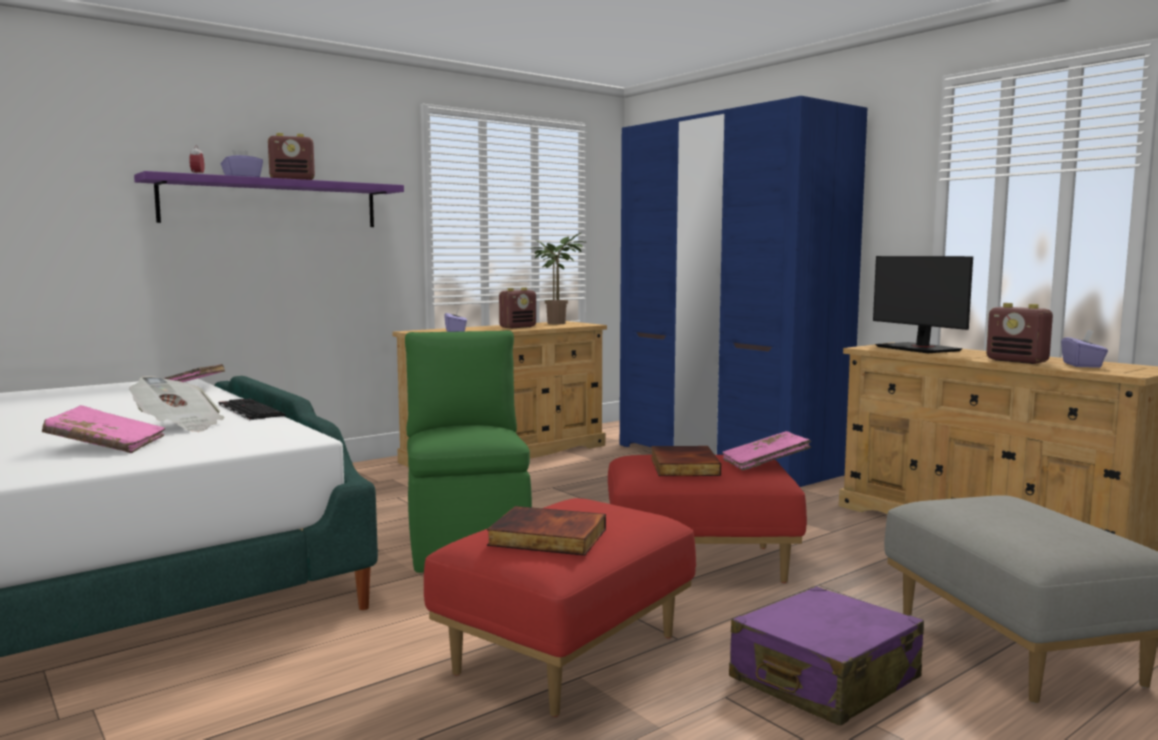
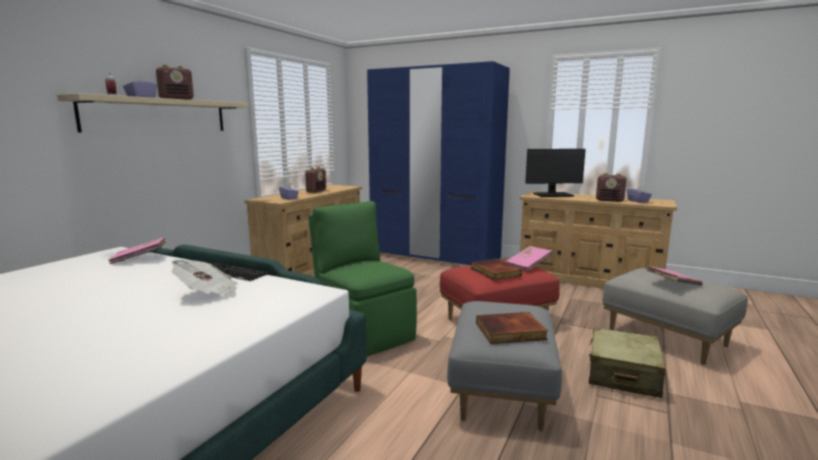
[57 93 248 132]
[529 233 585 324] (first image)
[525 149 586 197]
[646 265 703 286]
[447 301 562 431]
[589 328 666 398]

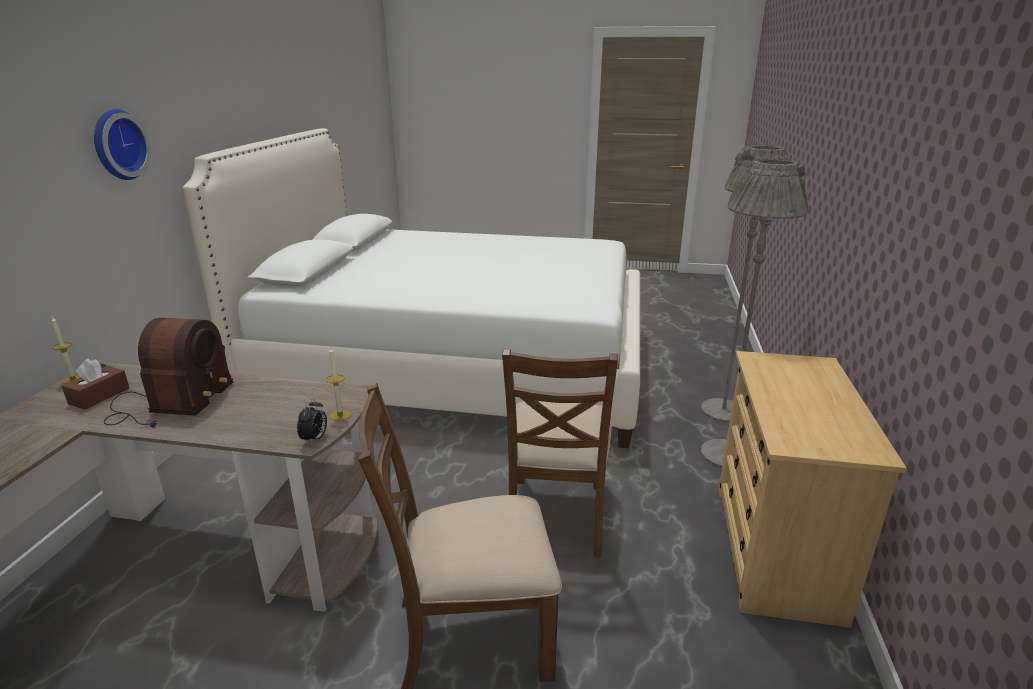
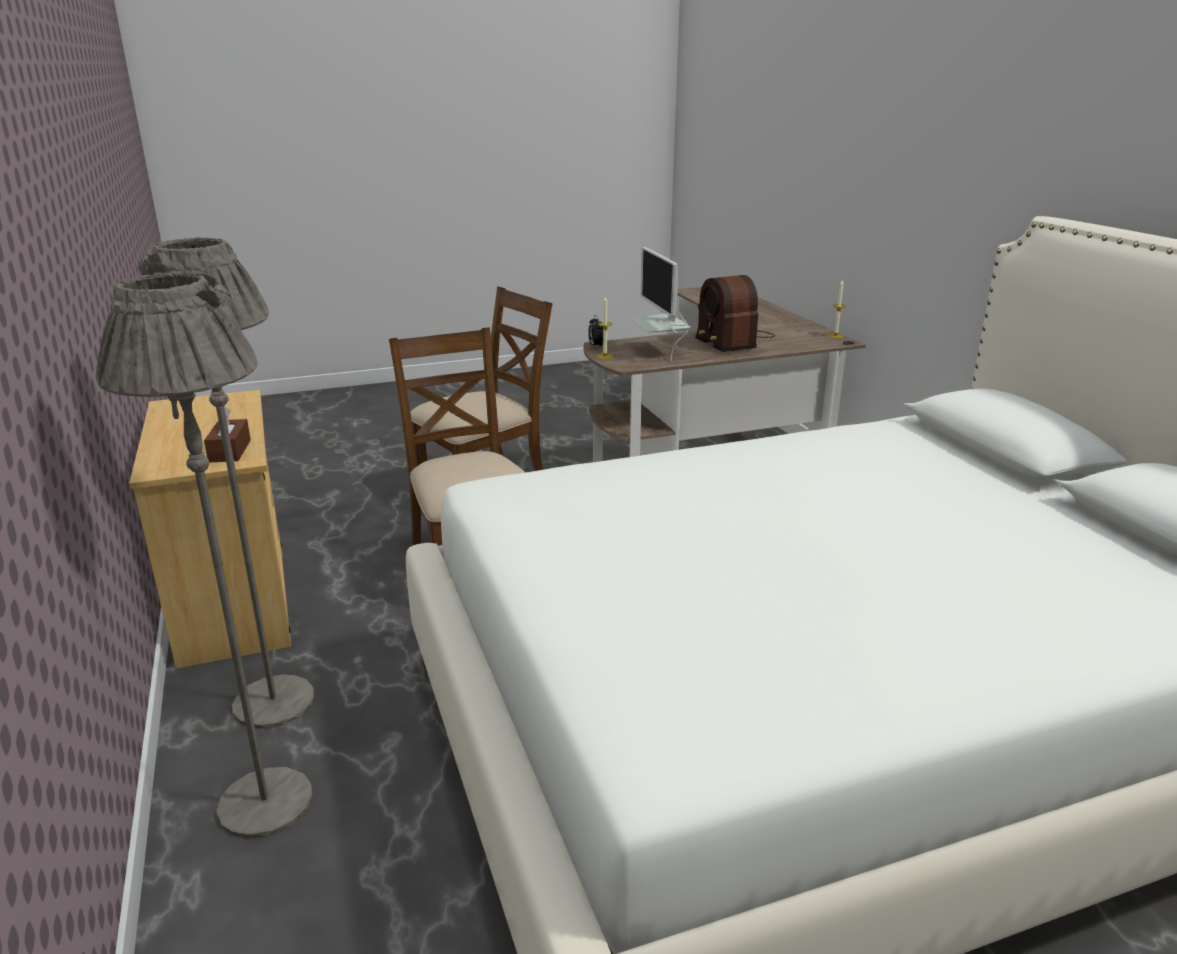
[94 109 151 180] (first image)
[204 407 251 462]
[630 247 690 361]

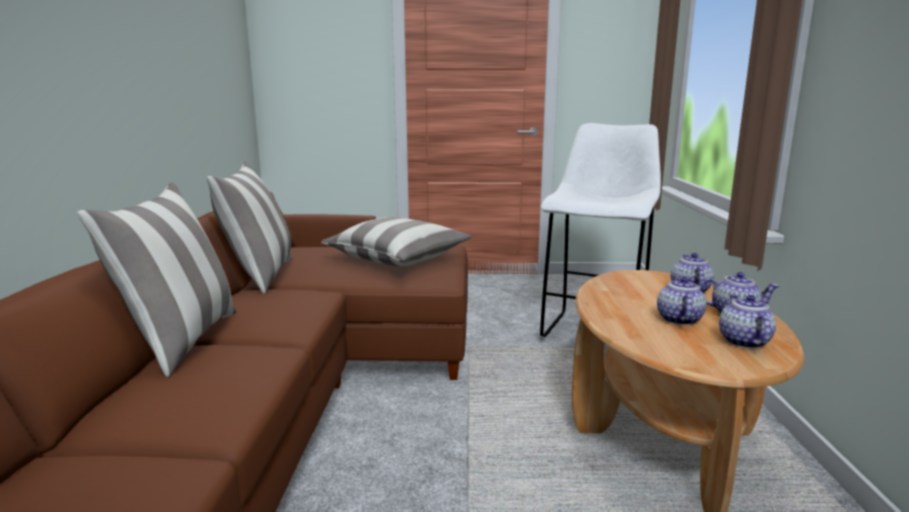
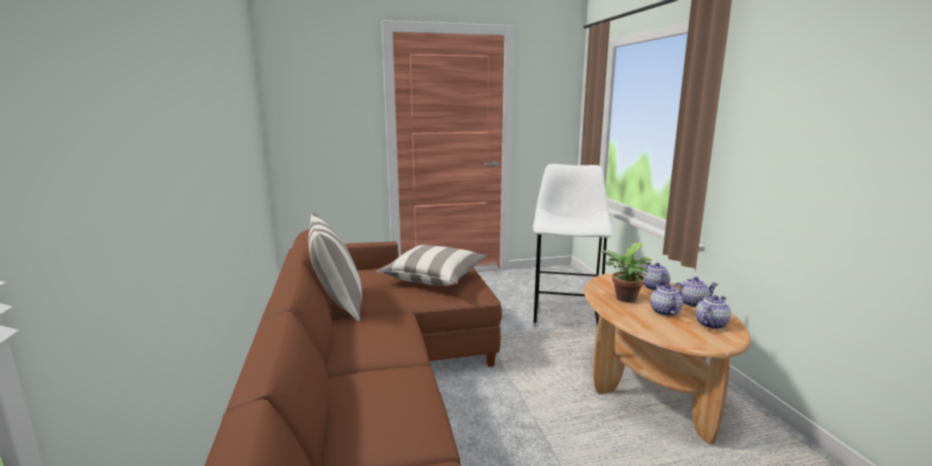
[77 182 237 377] (first image)
[695 295 731 329]
[600 243 652 302]

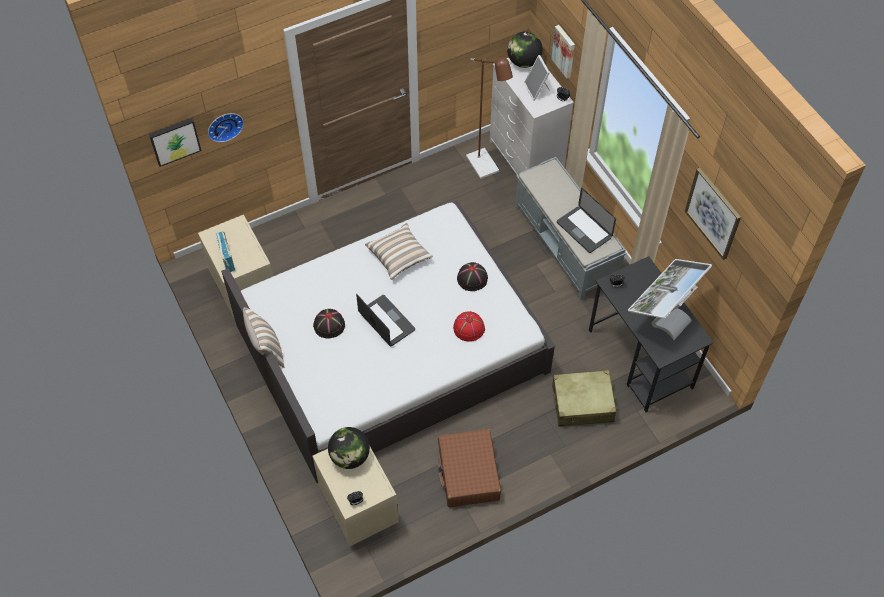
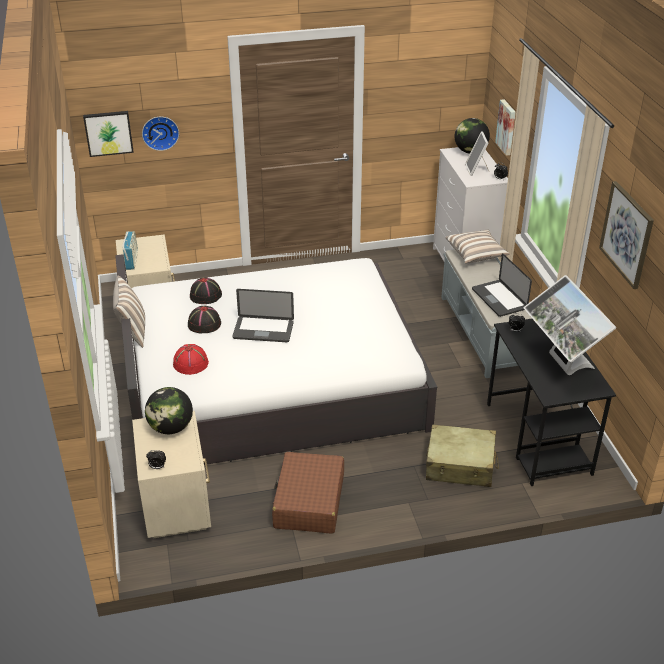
[466 55 513 179] (first image)
[445 229 510 264]
[524 275 616 375]
[190 278 222 304]
[232 289 294 342]
[173 344 209 375]

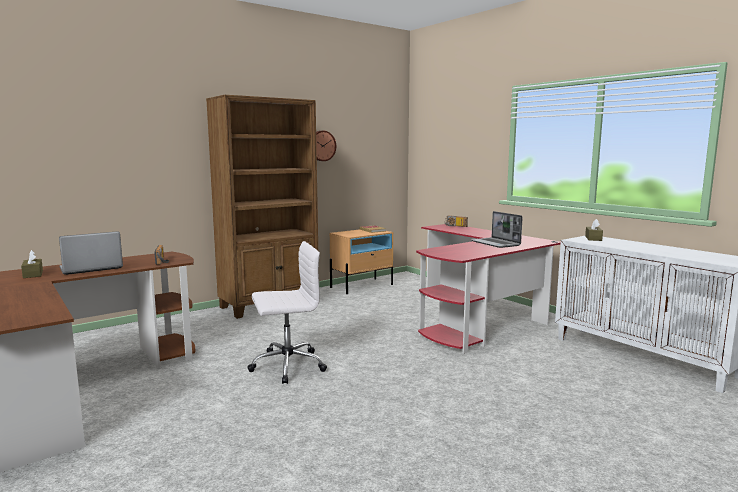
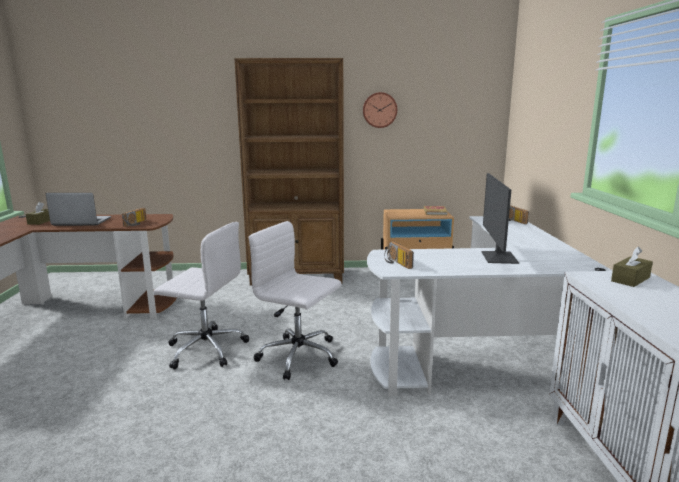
[481 173 519 264]
[367 216 613 396]
[249 221 342 380]
[384 241 414 269]

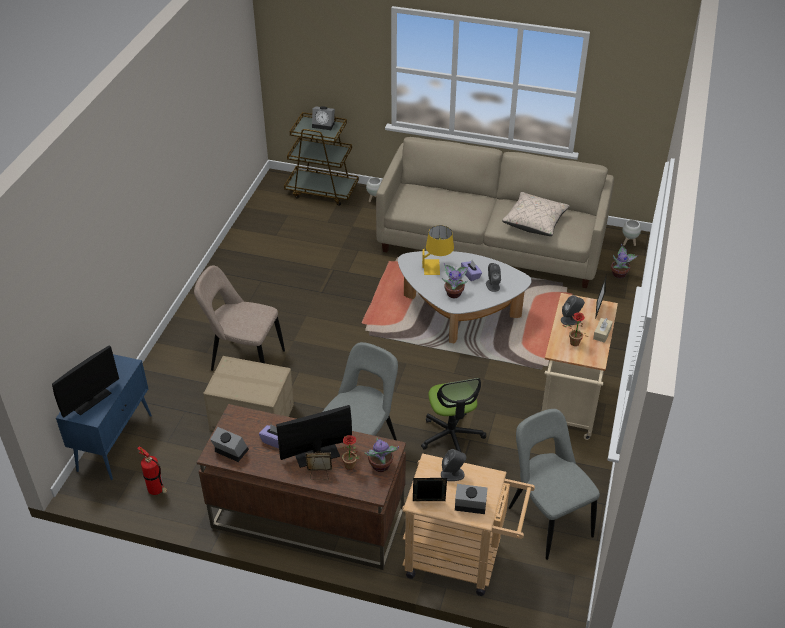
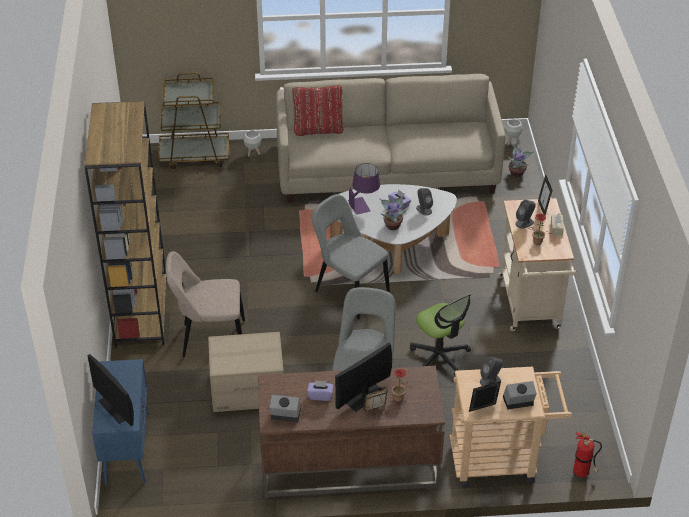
[312 106 335 130] (first image)
[502 192 570 236] (first image)
[348 163 380 215]
[87 354 134 426]
[311 194 390 320]
[365 438 399 472] (first image)
[573 432 602 477]
[292 85 343 136]
[84 101 167 347]

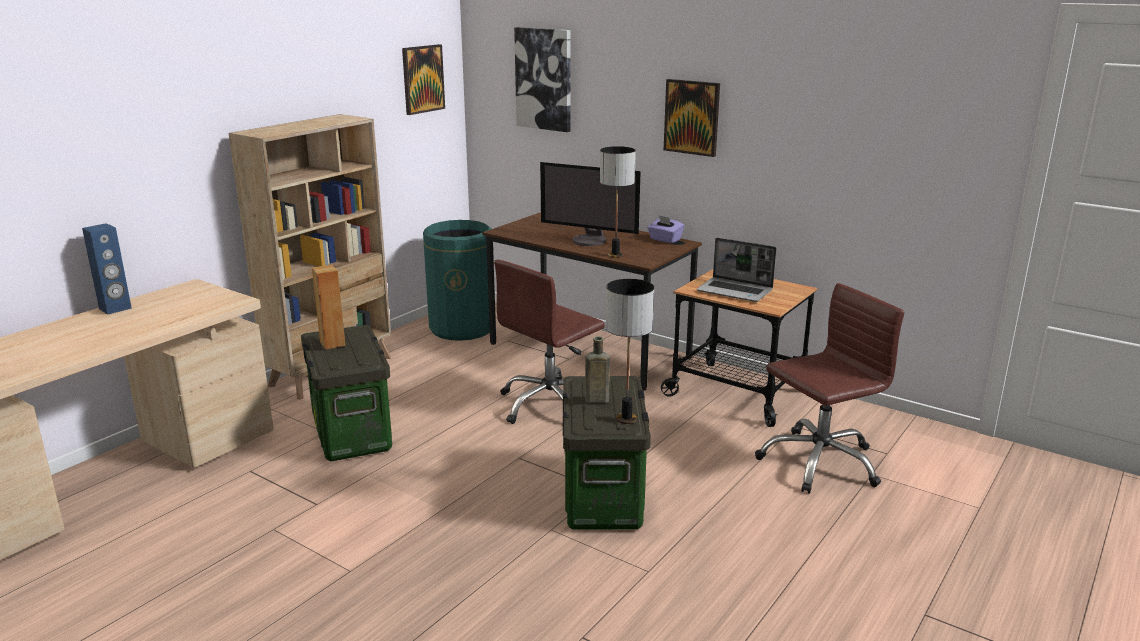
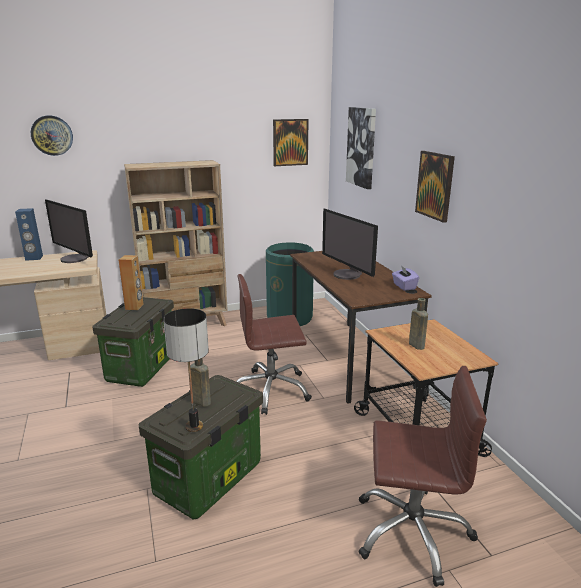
[600 146 636 258] (first image)
[409 298 428 350]
[31 115 73 156]
[45 199 93 263]

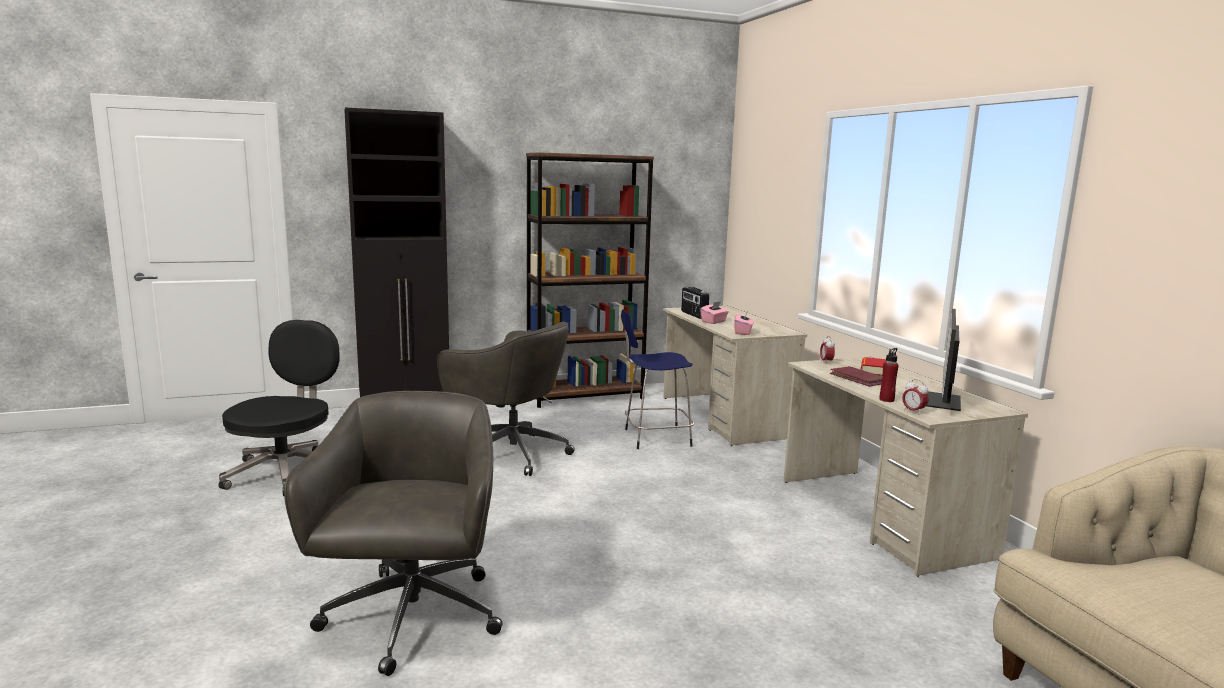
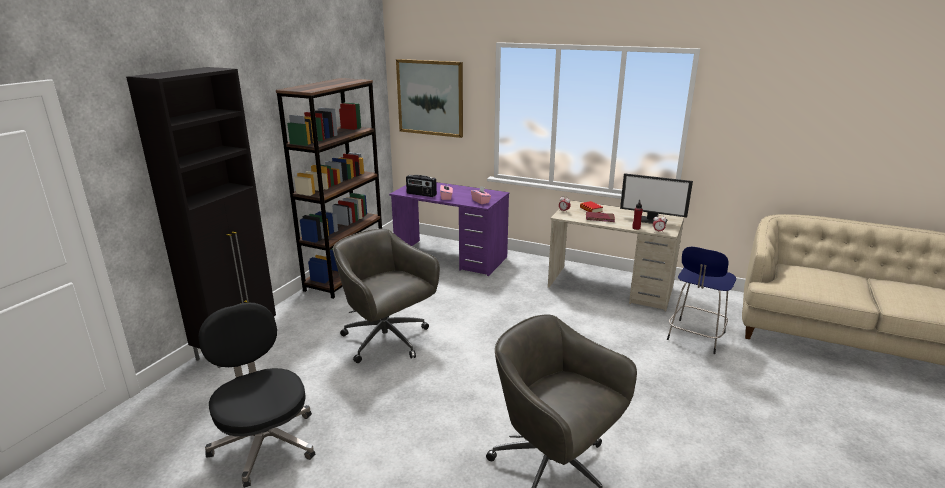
[389 182 509 276]
[667 247 736 354]
[620 173 693 224]
[333 229 440 363]
[396 59 463 138]

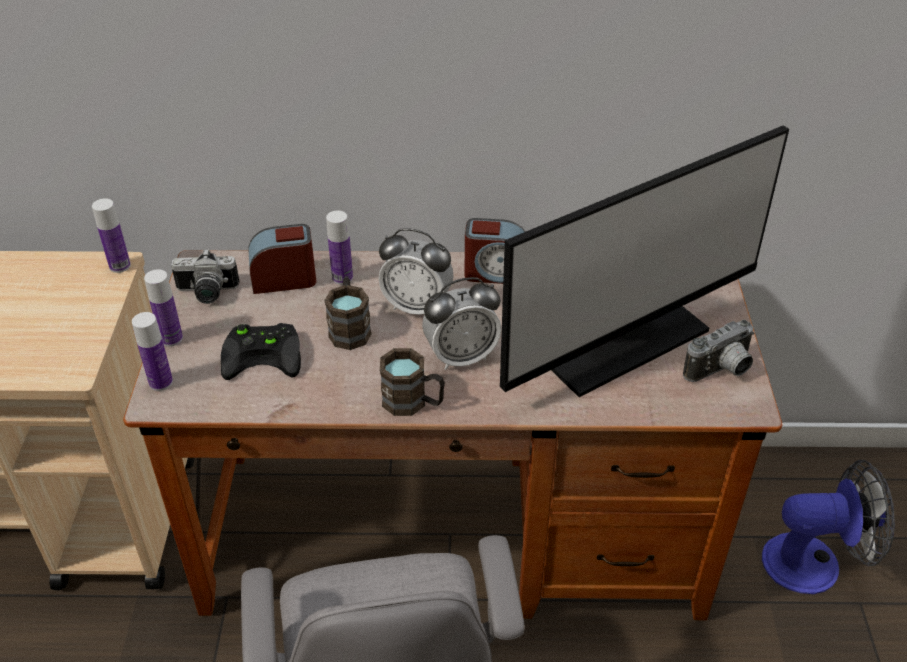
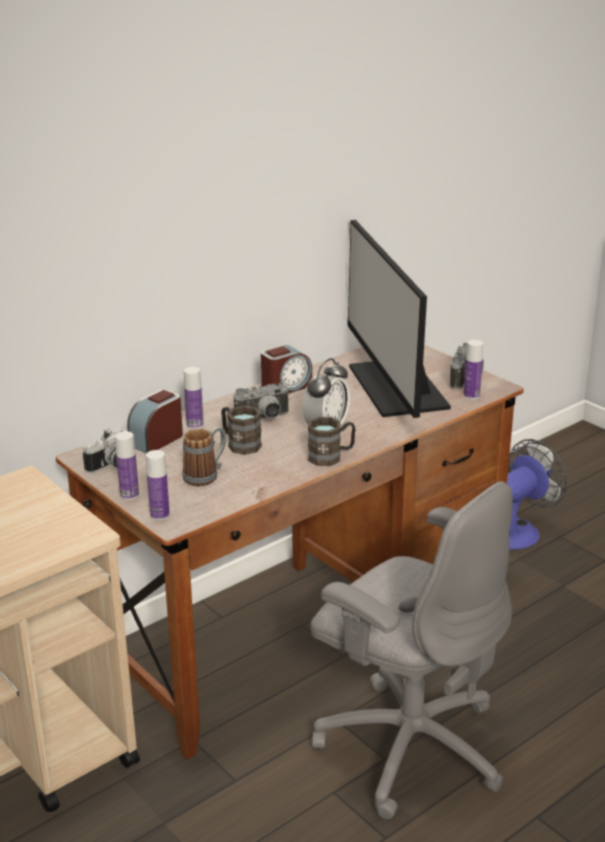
[347 220 451 418]
[464 340 483 399]
[234 383 290 419]
[183 426 226 486]

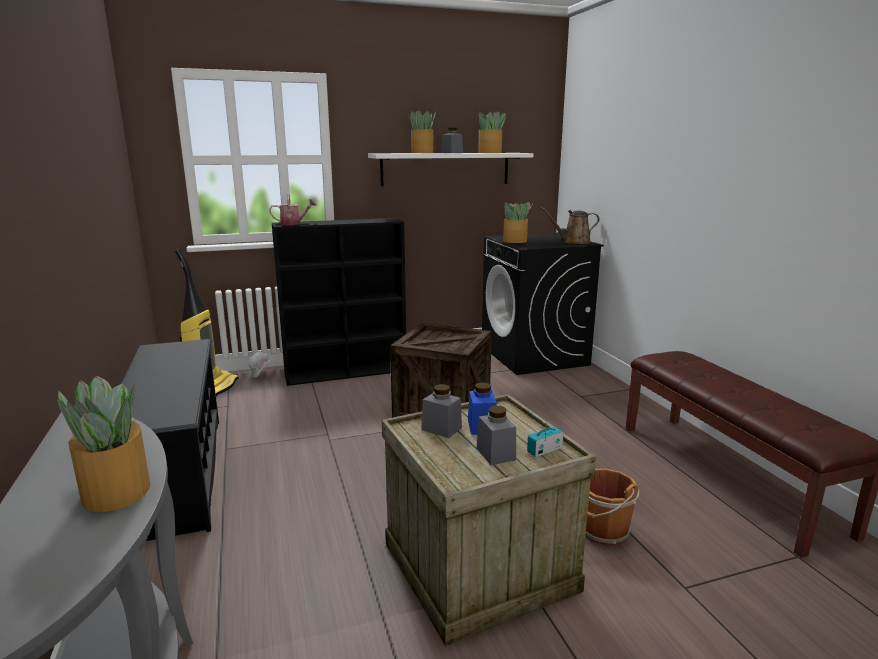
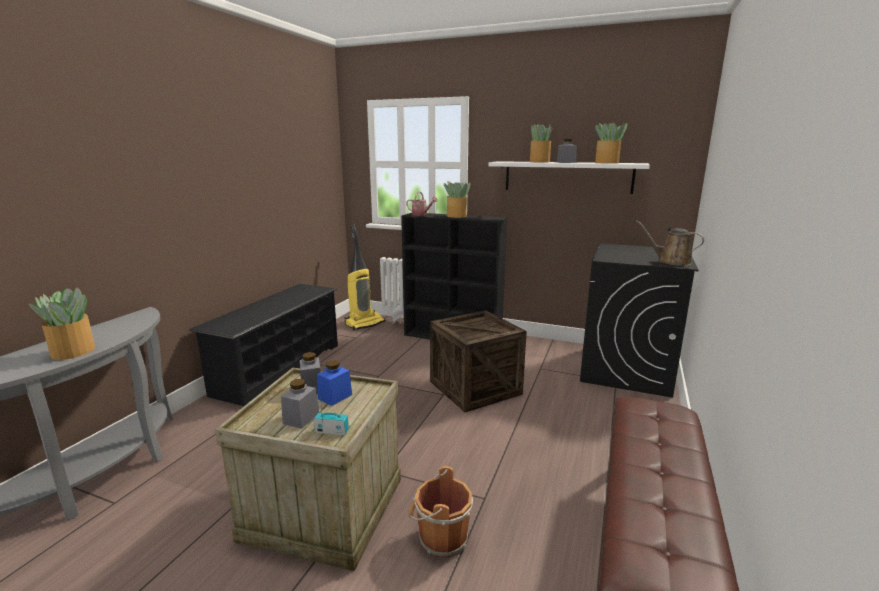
[444 181 471 218]

